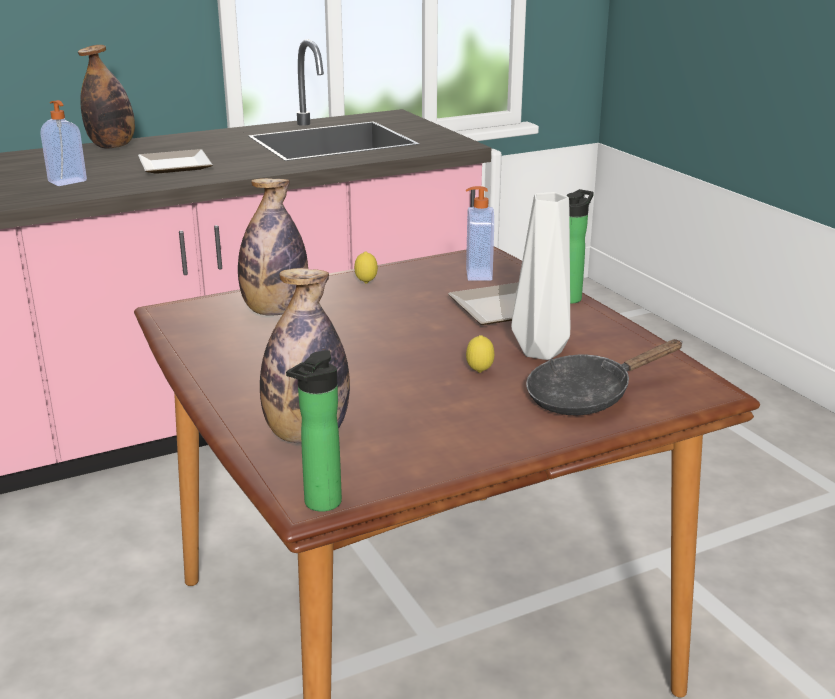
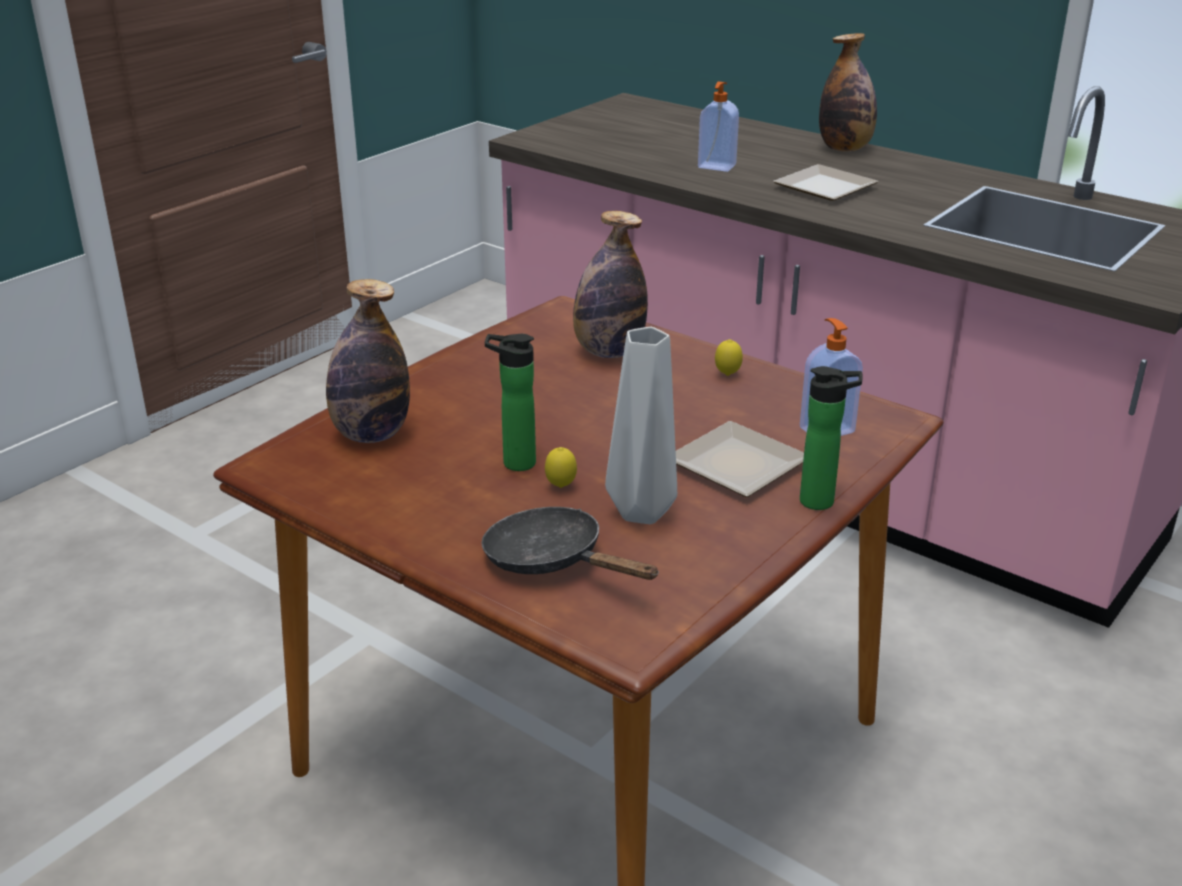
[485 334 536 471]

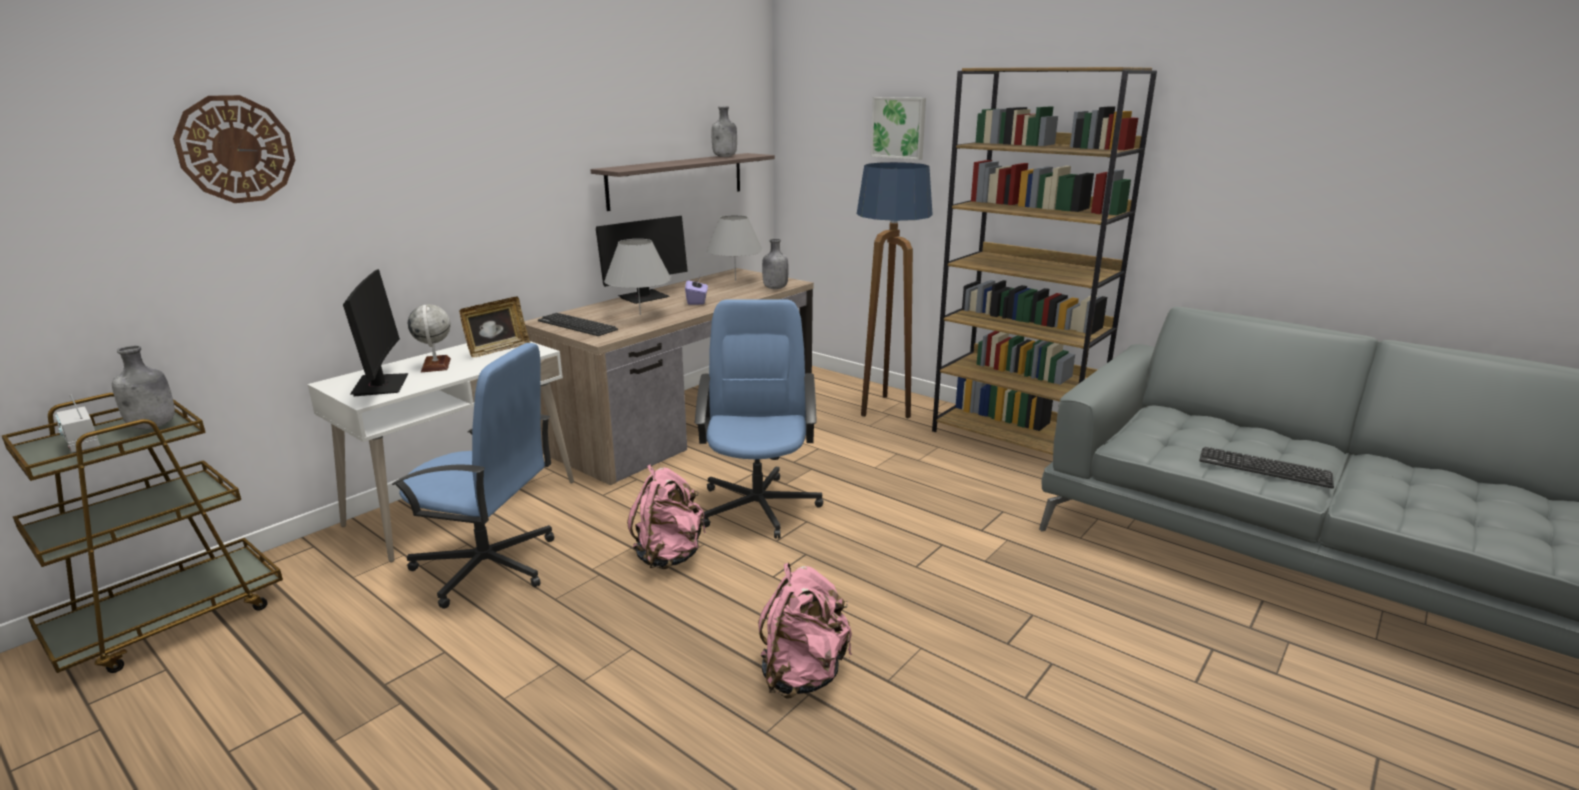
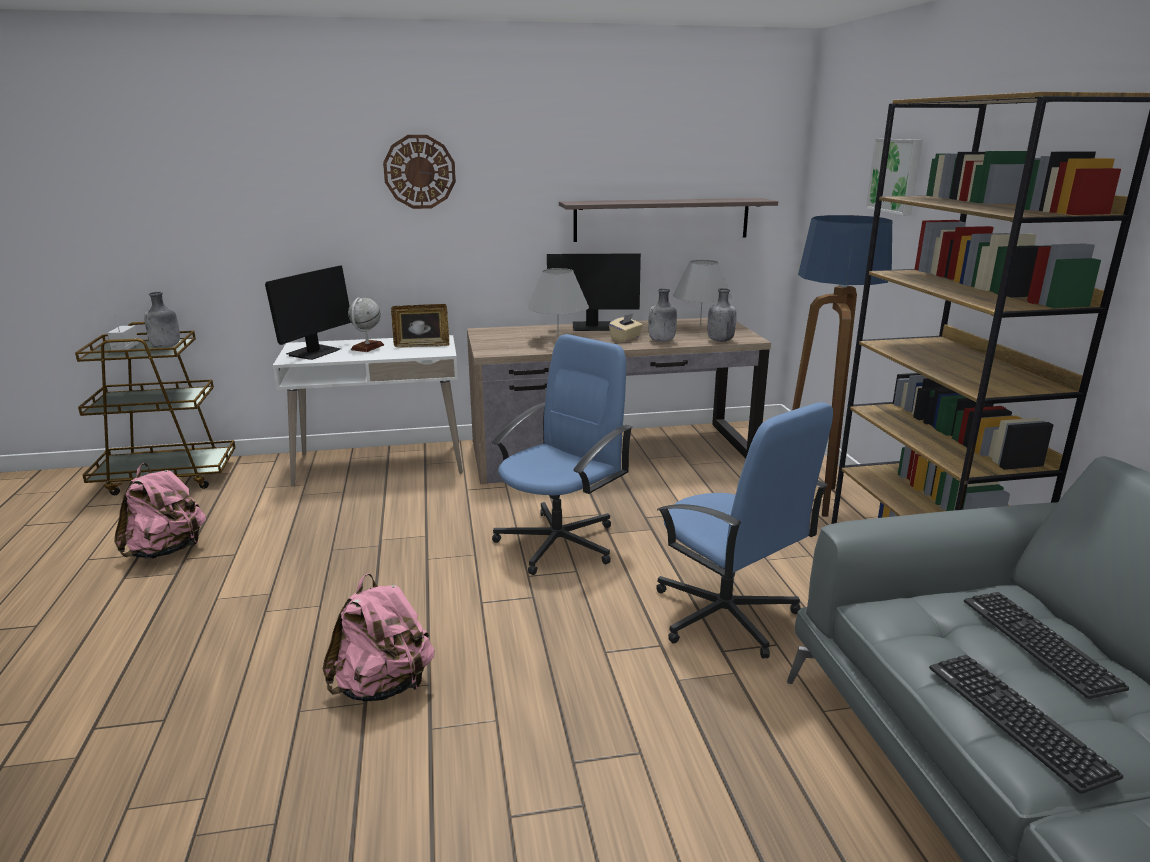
[383 135 456 209]
[649 288 677 342]
[609 313 643 342]
[964 592 1129 699]
[656 402 833 659]
[114 463 206 559]

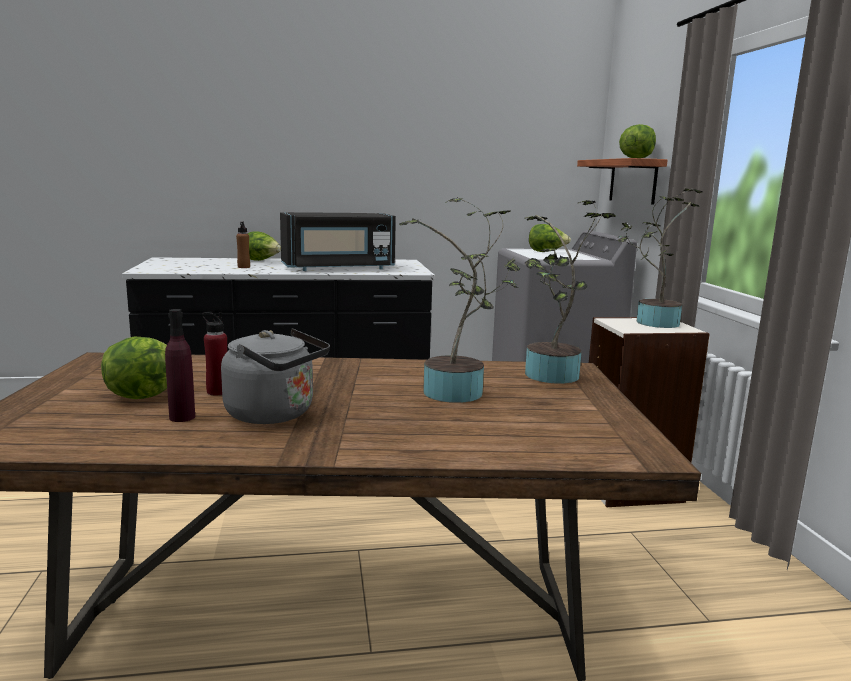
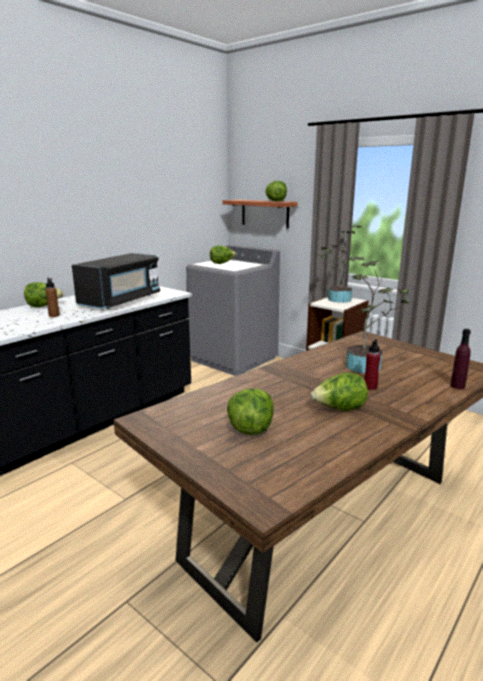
[525 200 616 384] (first image)
[450 329 471 389]
[364 339 381 390]
[311 372 368 411]

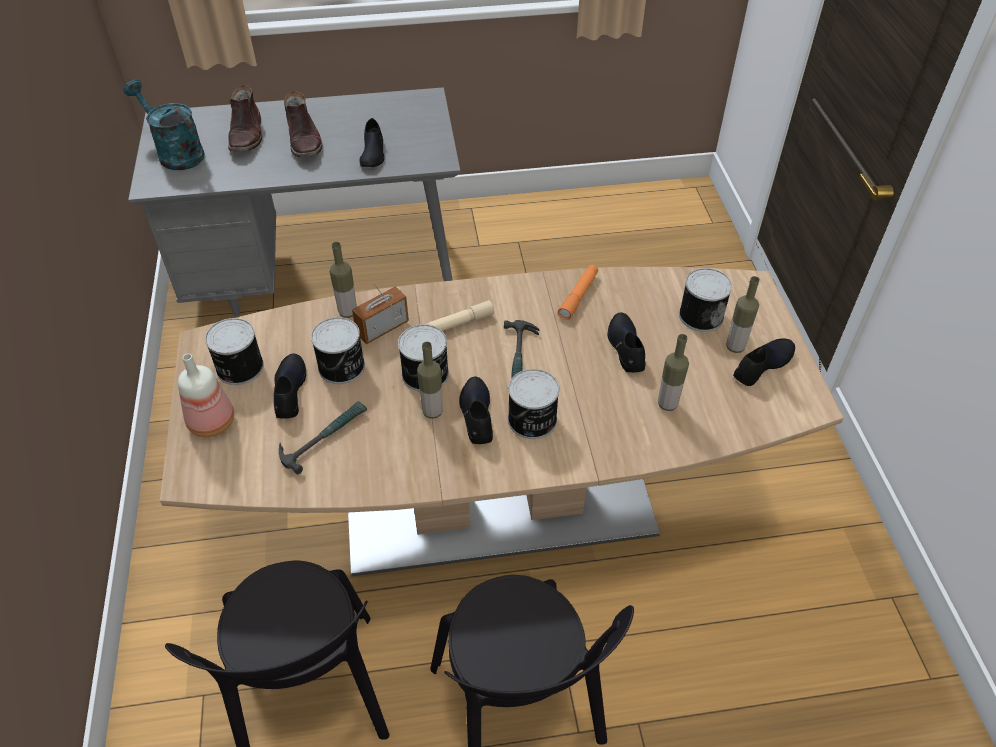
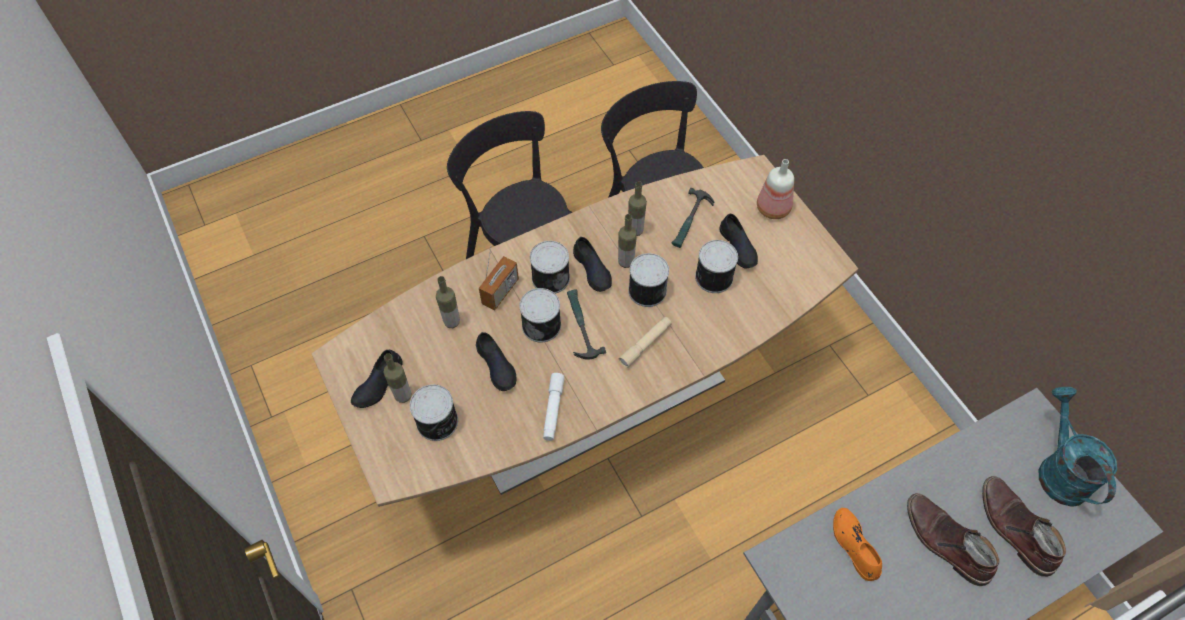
[1039 387 1117 506]
[833 508 882 581]
[628 181 647 236]
[543 373 565 441]
[479 245 519 311]
[519 288 561 343]

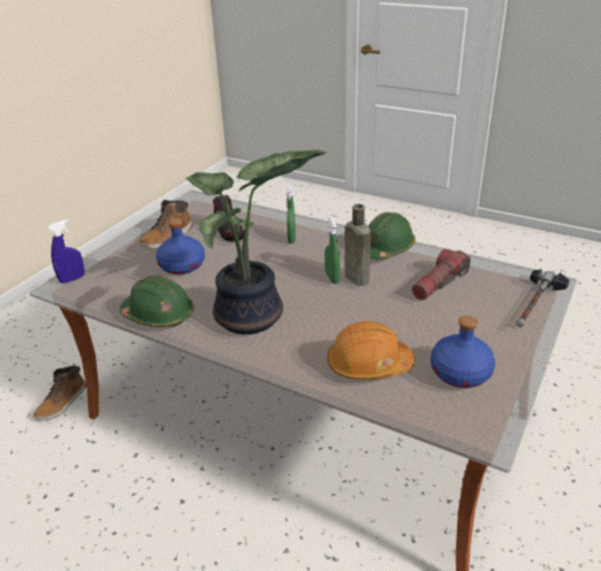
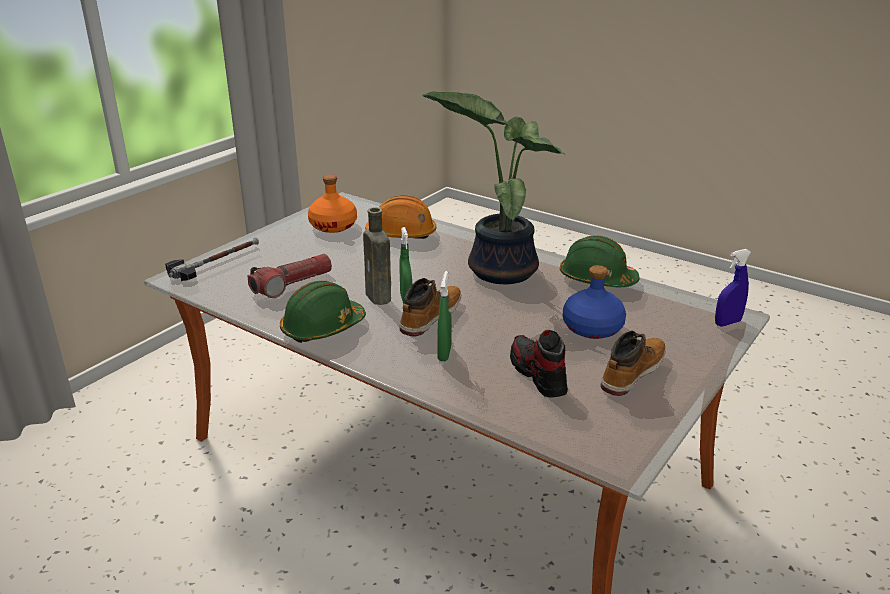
[308 175 357 233]
[400 278 462 337]

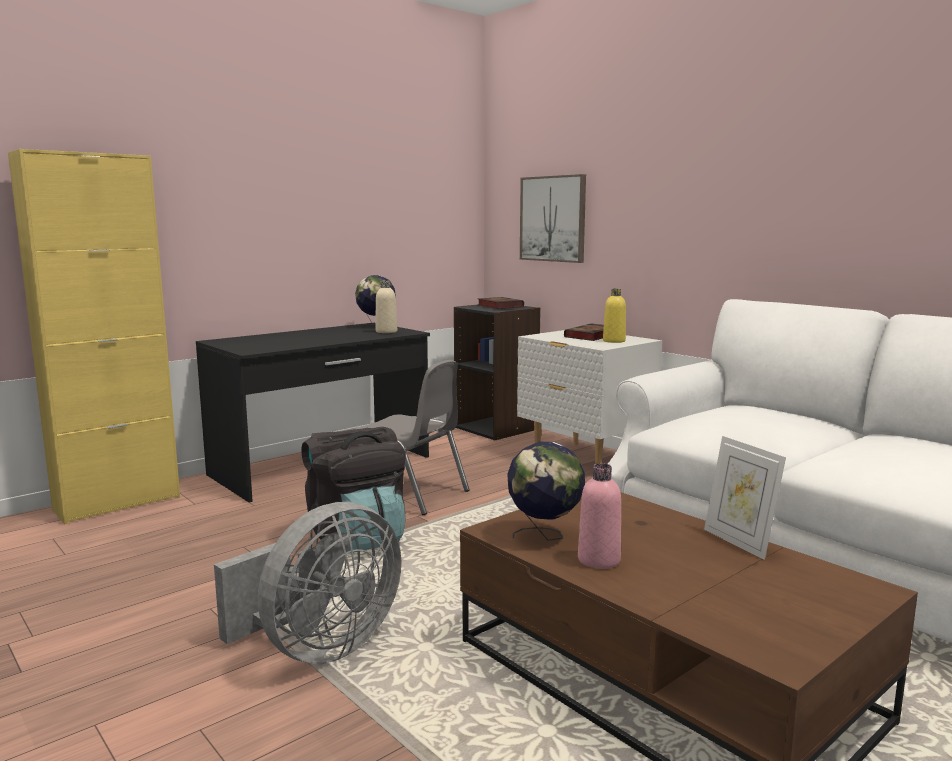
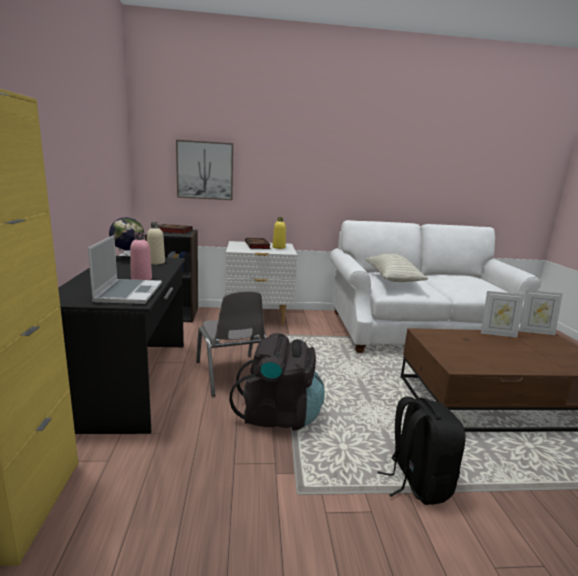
[196 290 266 397]
[507 442 585 541] (first image)
[130 233 152 280]
[377 397 466 505]
[88 235 162 304]
[365 254 428 282]
[519 290 563 335]

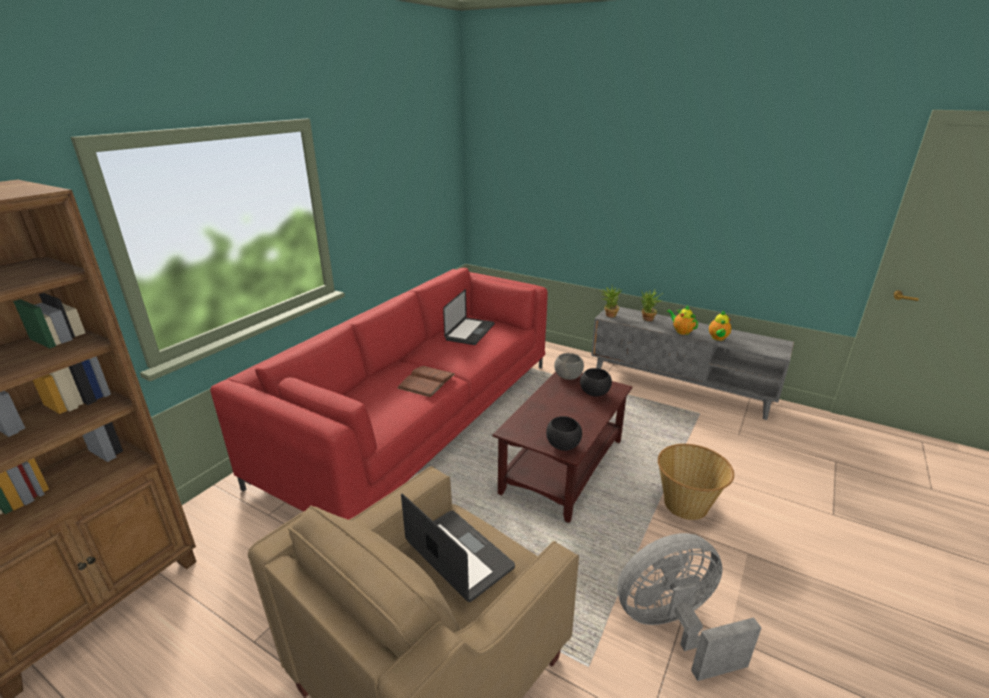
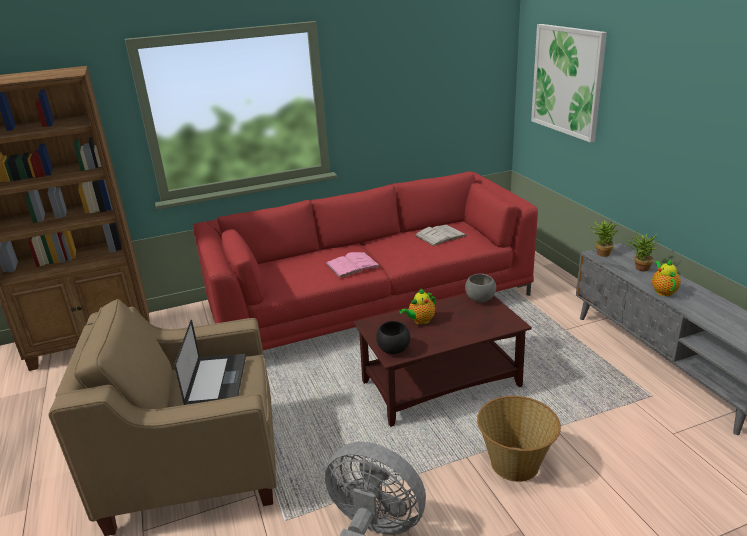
[414 225 467 246]
[399 289 436 324]
[326 252 380 278]
[580 368 612 396] (first image)
[531 24 607 143]

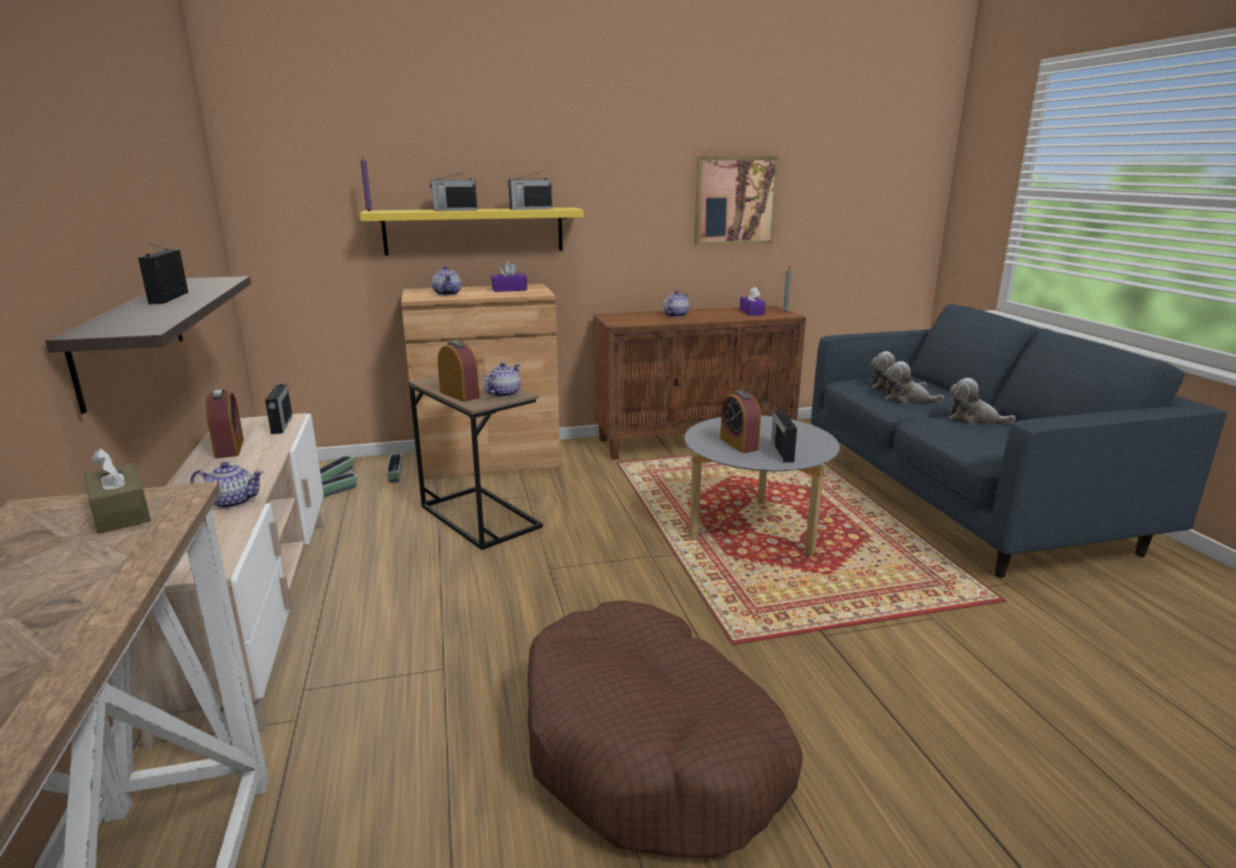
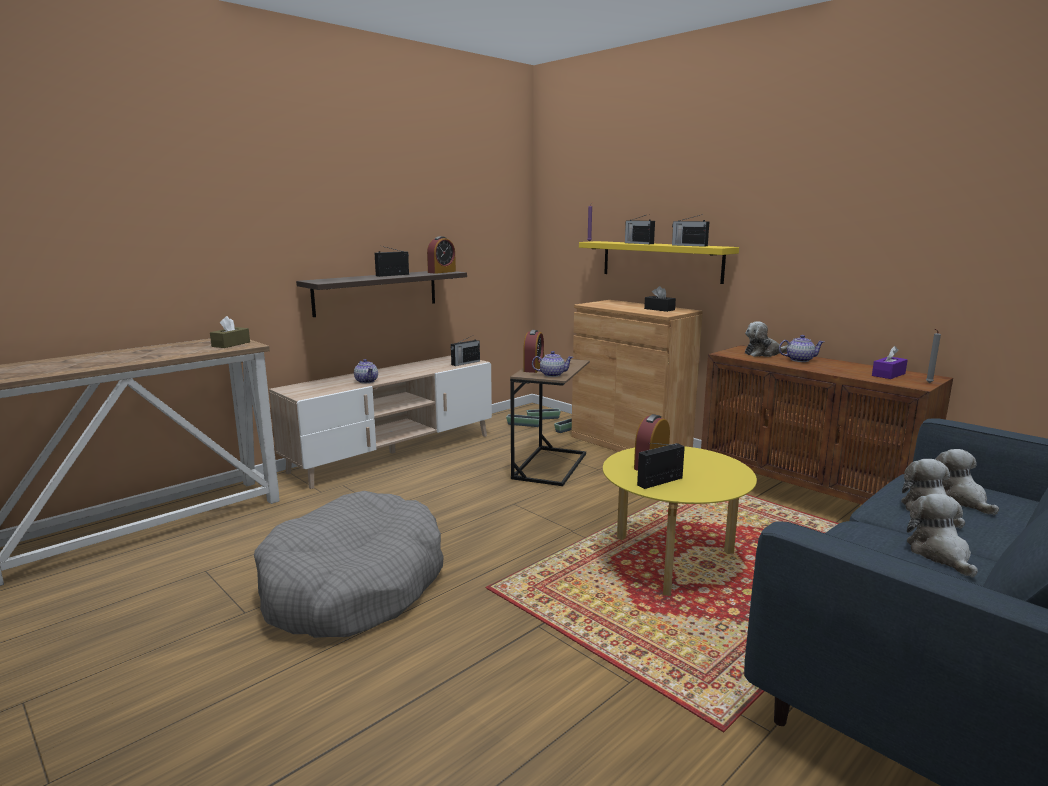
[694 156 780 246] (first image)
[644 286 676 312]
[432 266 461 296] (first image)
[427 236 456 274]
[603 446 757 596]
[254 491 444 638]
[745 321 788 357]

